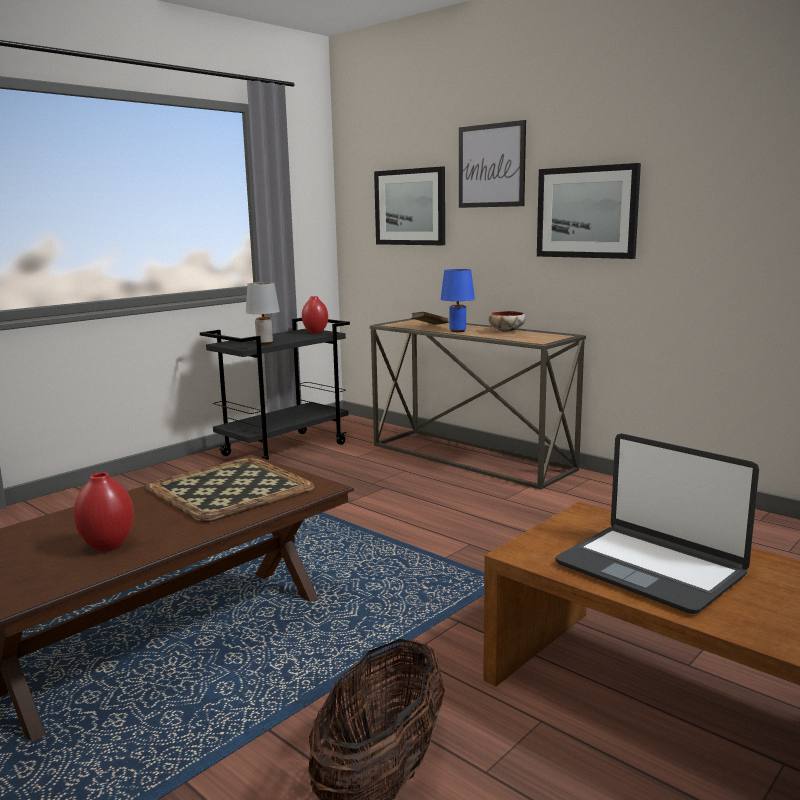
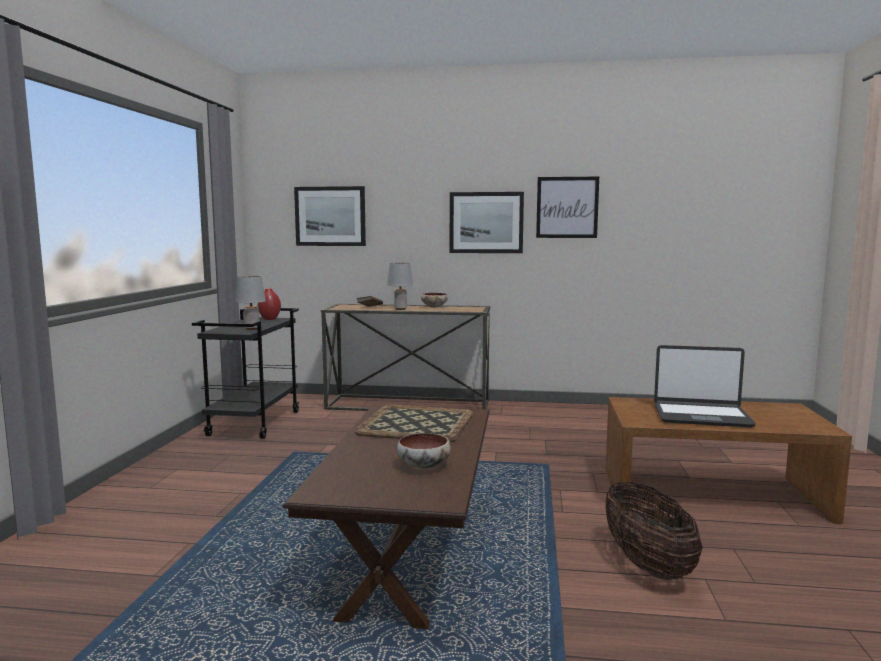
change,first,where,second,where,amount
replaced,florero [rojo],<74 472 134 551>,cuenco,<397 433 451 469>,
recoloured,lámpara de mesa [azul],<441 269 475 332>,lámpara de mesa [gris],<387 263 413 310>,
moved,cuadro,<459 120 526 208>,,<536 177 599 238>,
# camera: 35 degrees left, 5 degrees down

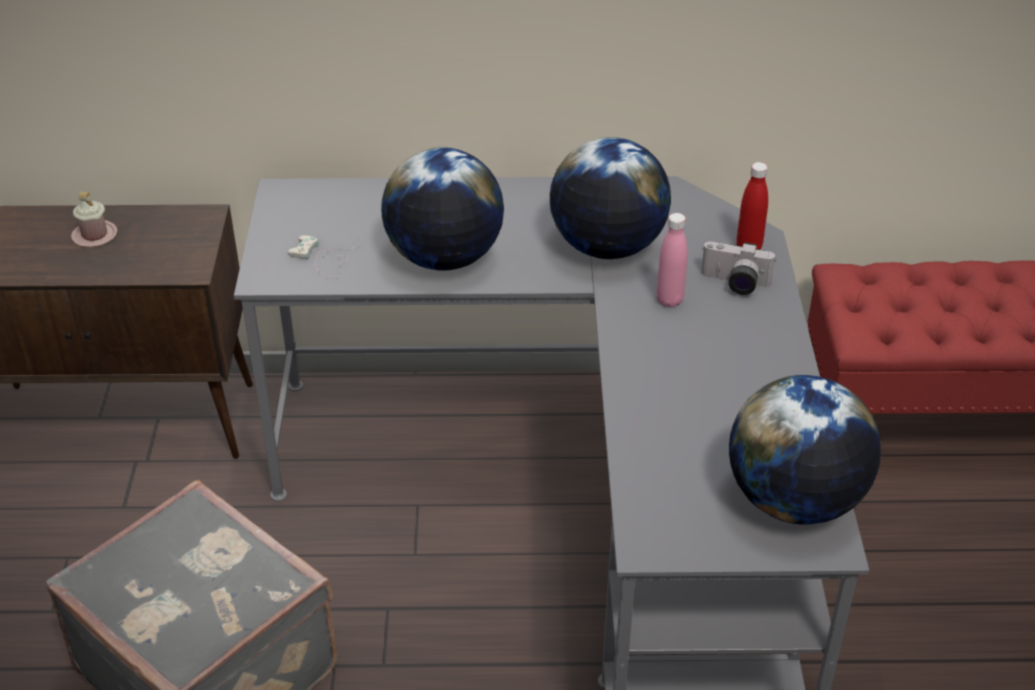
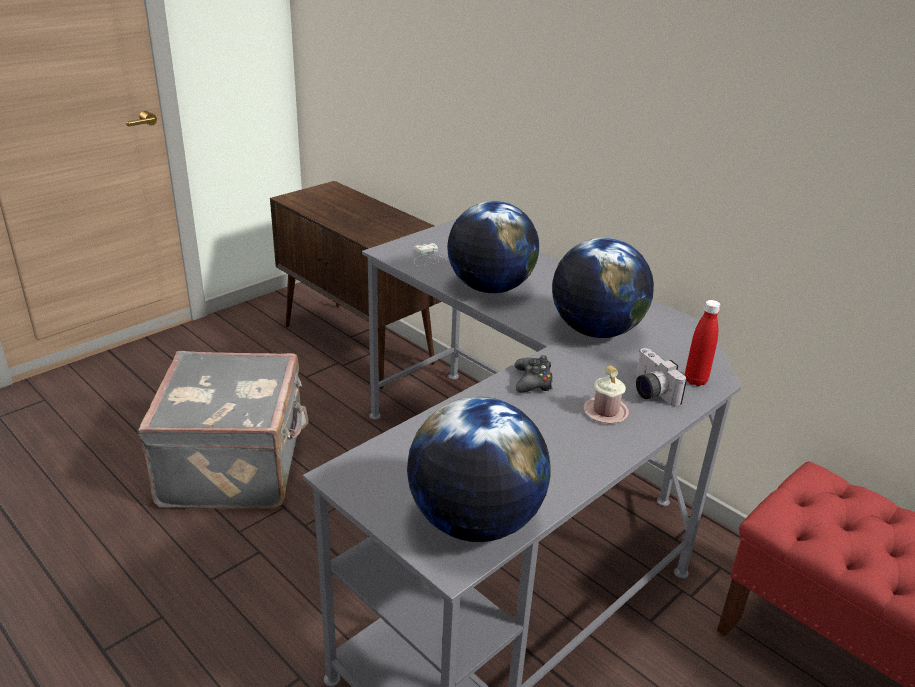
change,first,where,second,where,amount
moved,taza grande [rosa],<71 192 117 247>,,<583 366 629 423>,
removed,botella [rosa],<656 213 688 308>,,,
added,,,mando de consola [negro],<514 355 553 392>,
# camera: 45 degrees right, 10 degrees down

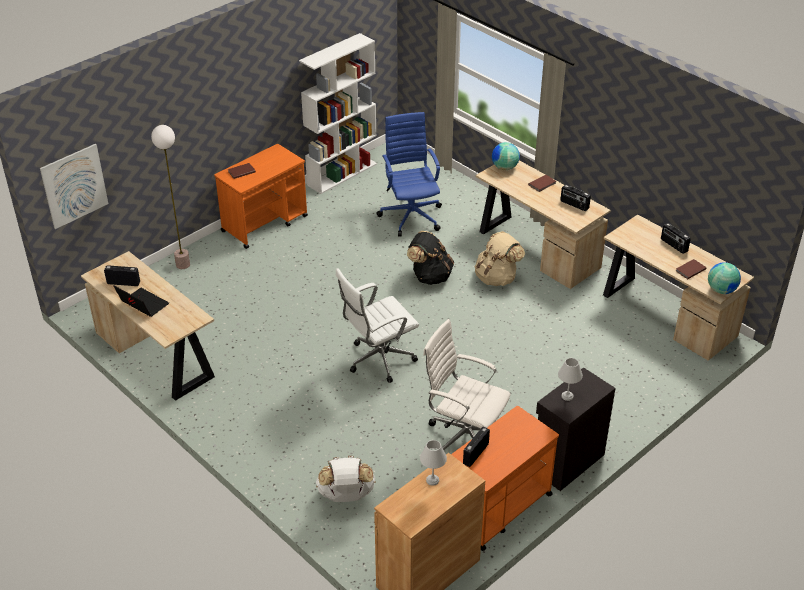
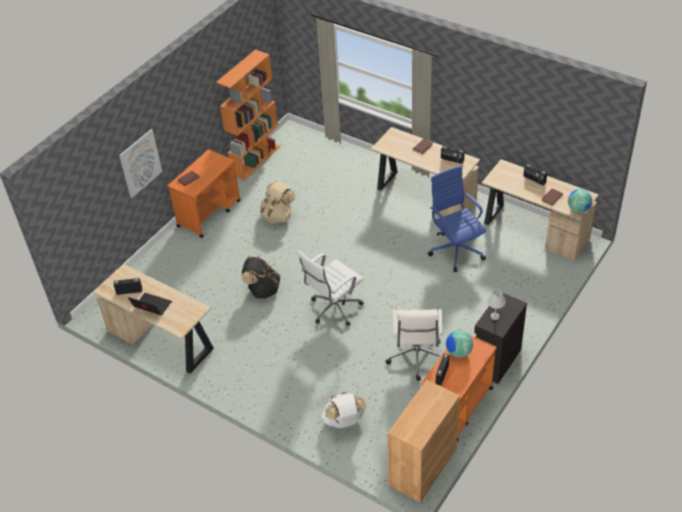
change,first,where,second,where,amount
moved,cuadro,<40 144 108 229>,,<119 129 162 198>,
removed,lámpara de pie,<151 125 190 269>,,,
recoloured,estantería [blanco],<299 33 377 194>,estantería [naranja],<216 49 280 180>,
moved,silla de oficina [azul],<376 112 442 237>,,<428 166 486 272>,
moved,mochila [negro],<407 231 454 285>,,<242 255 280 299>,
removed,lámpara de mesa [blanco],<420 440 447 486>,,,
turned,silla de oficina [blanco],<423 319 511 450>,,<386 309 442 381>,105 degrees counterclockwise
moved,mochila [beis],<475 231 525 286>,,<260 181 295 224>,
moved,globo terráqueo,<492 142 520 170>,,<446 330 473 358>,
# camera: 10 degrees left, 5 degrees up

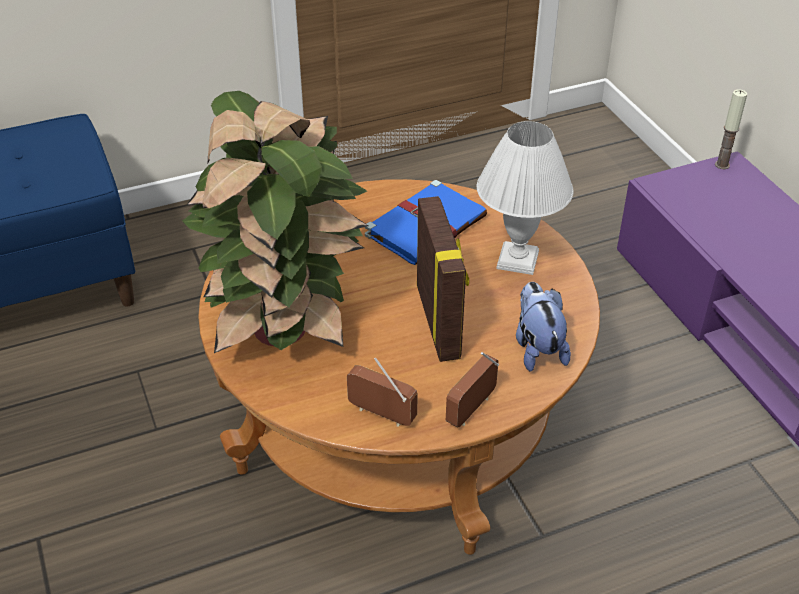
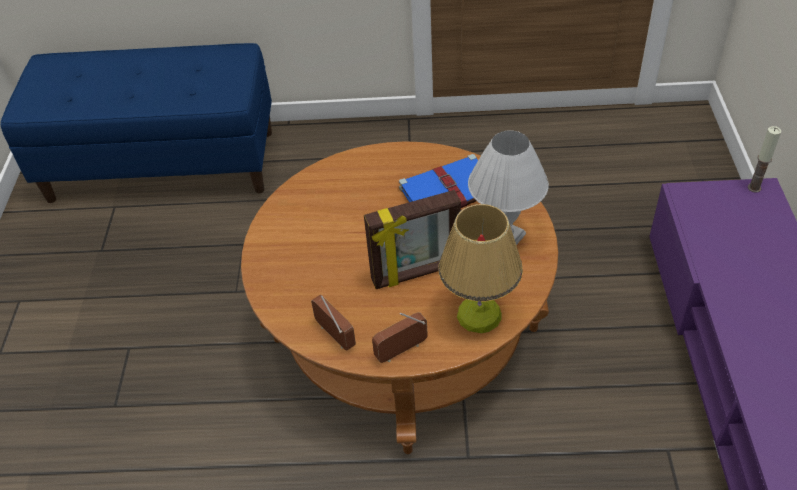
change,first,where,second,where,amount
removed,planta en maceta,<182 91 368 353>,,,
turned,portarretratos,<417 196 469 362>,,<364 190 461 289>,60 degrees clockwise
replaced,peluche,<516 282 571 372>,lámpara de mesa,<438 204 523 333>,
# camera: 25 degrees right, 5 degrees up

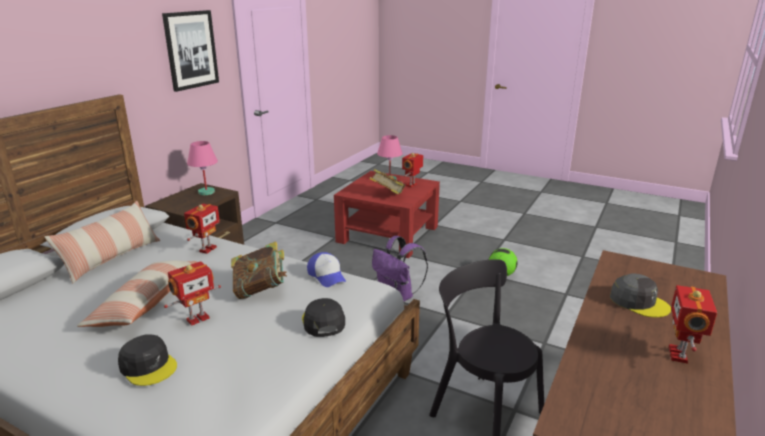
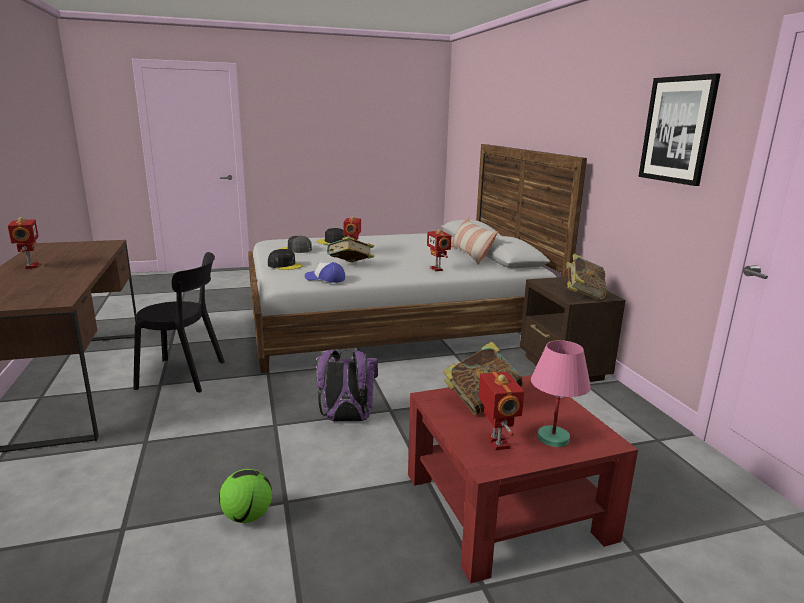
change,first,where,second,where,amount
removed,cojín,<77 260 197 327>,,,
replaced,lámpara de mesa [rosa],<187 141 218 195>,libro,<566 254 608 300>,
moved,gorra [gris],<610 274 671 317>,,<280 236 312 253>,
# camera: 135 degrees right, 5 degrees down

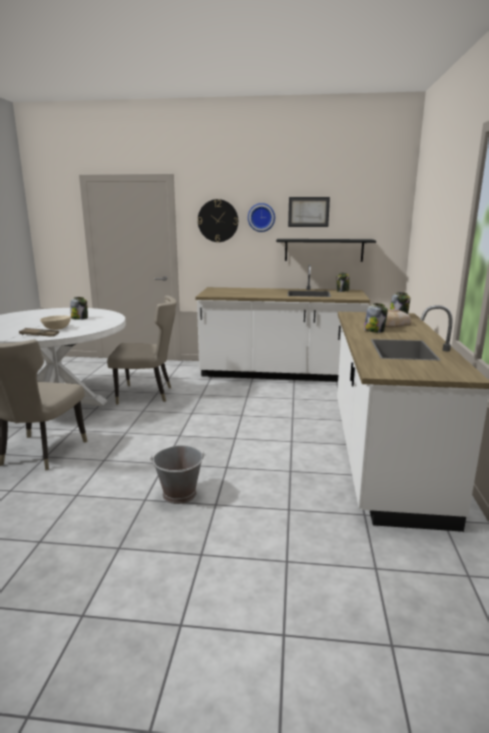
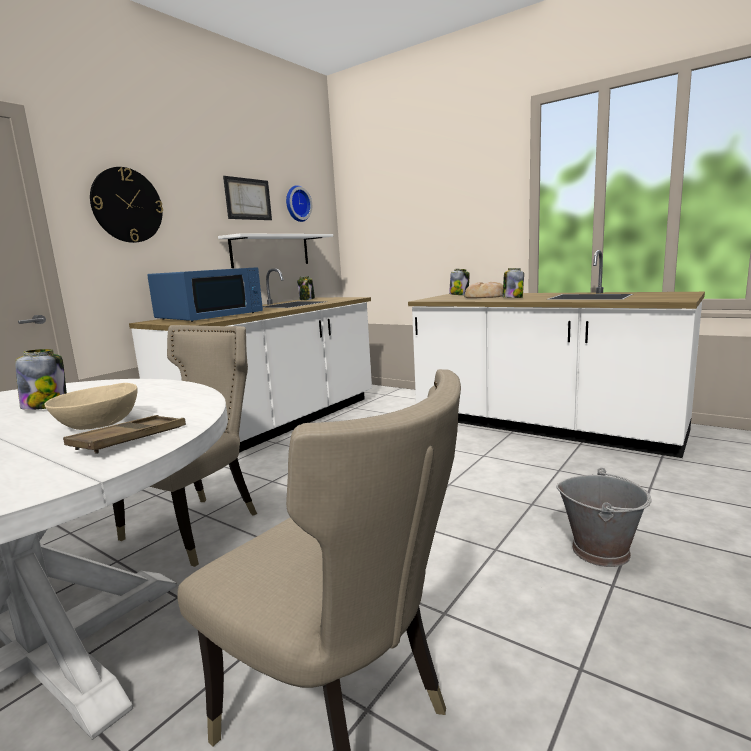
change,first,where,second,where,amount
moved,reloj de pared,<248 203 275 232>,,<286 185 312 222>,
recoloured,estante [negro],<276 239 376 262>,estante [blanco],<218 233 333 268>,
added,,,microondas [azul],<147 267 263 322>,
# camera: 60 degrees left, 5 degrees down

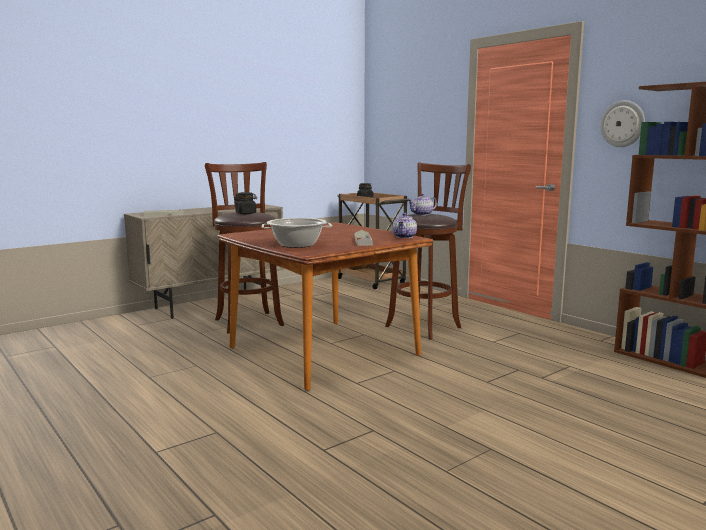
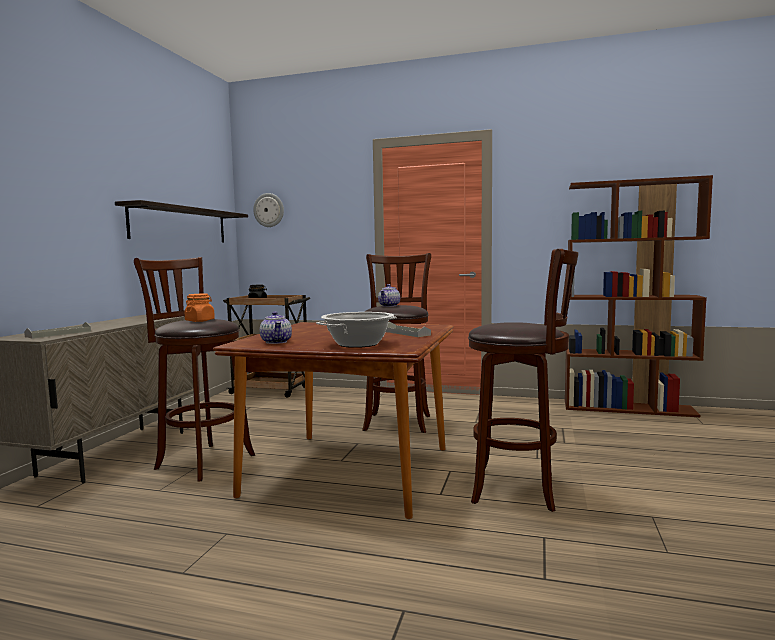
change,first,where,second,where,amount
recoloured,tarro [negro],<234 192 257 214>,tarro [naranja],<184 294 215 322>,
moved,tetera,<392 213 417 238>,,<260 311 292 344>,
moved,reloj de pared,<600 100 645 147>,,<253 193 284 227>,
added,,,estante,<115 200 248 242>,
added,,,taburete [marrón],<468 249 579 512>,
# camera: 35 degrees left, 5 degrees down

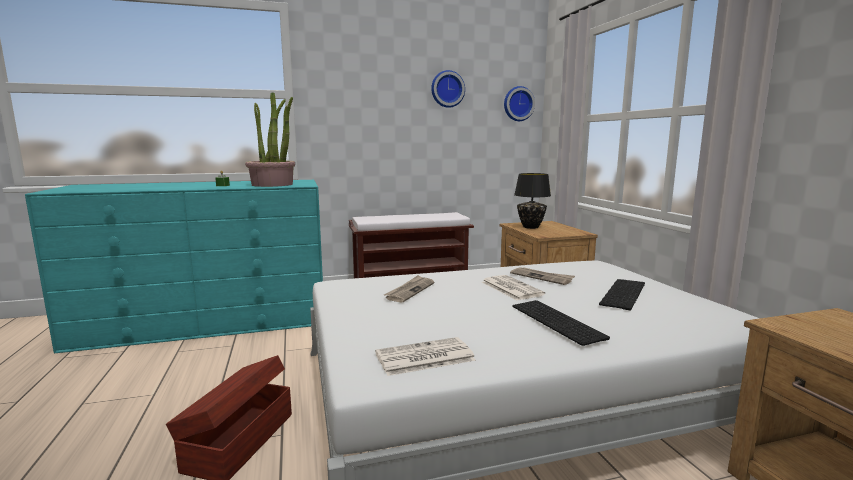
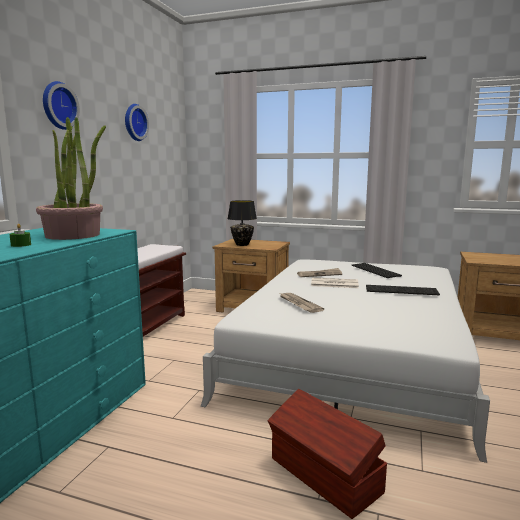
change,first,where,second,where,amount
removed,periódico,<375 337 476 376>,,,
moved,reloj de pared,<504 86 535 121>,,<43 81 80 130>,
# camera: 55 degrees left, 0 degrees up

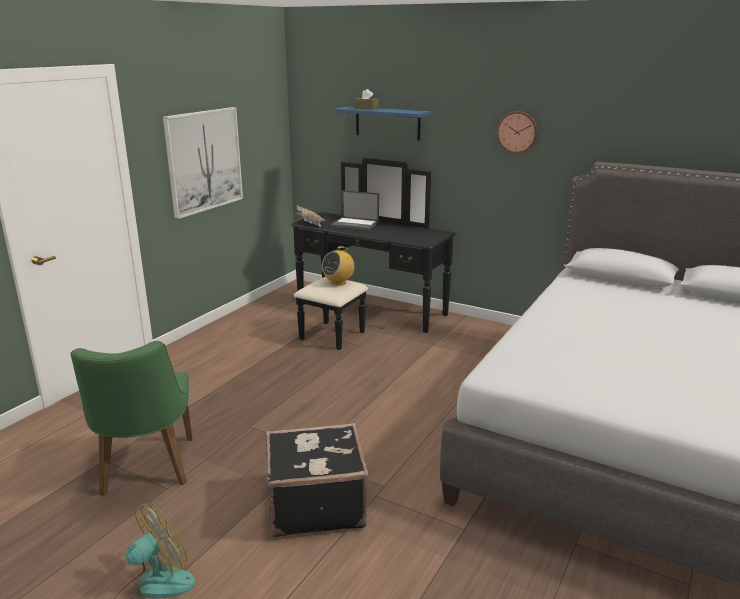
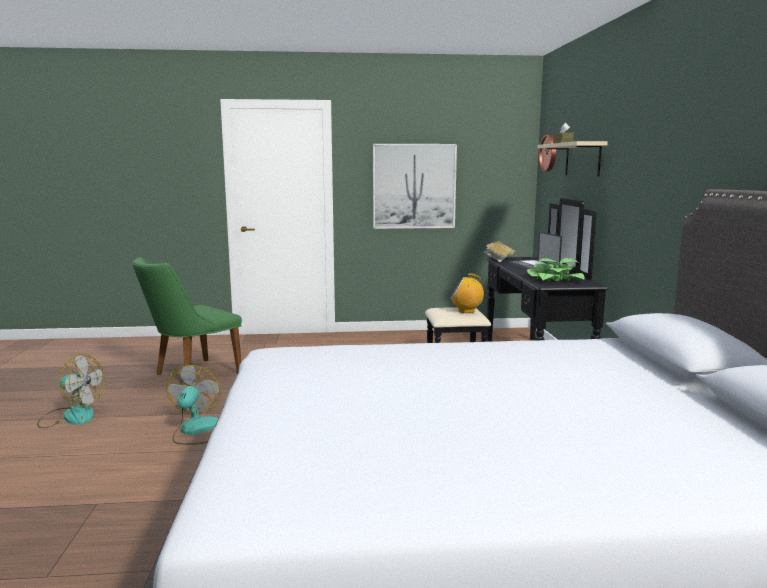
change,first,where,second,where,amount
replaced,maleta [negro],<266 423 368 538>,ventilador,<166 365 221 445>,
recoloured,estante [azul],<334 106 431 141>,estante [beis],<538 141 608 177>,
moved,reloj de pared,<497 111 538 154>,,<539 135 556 172>,
added,,,planta en maceta,<527 258 584 281>,
# camera: 55 degrees right, 10 degrees down

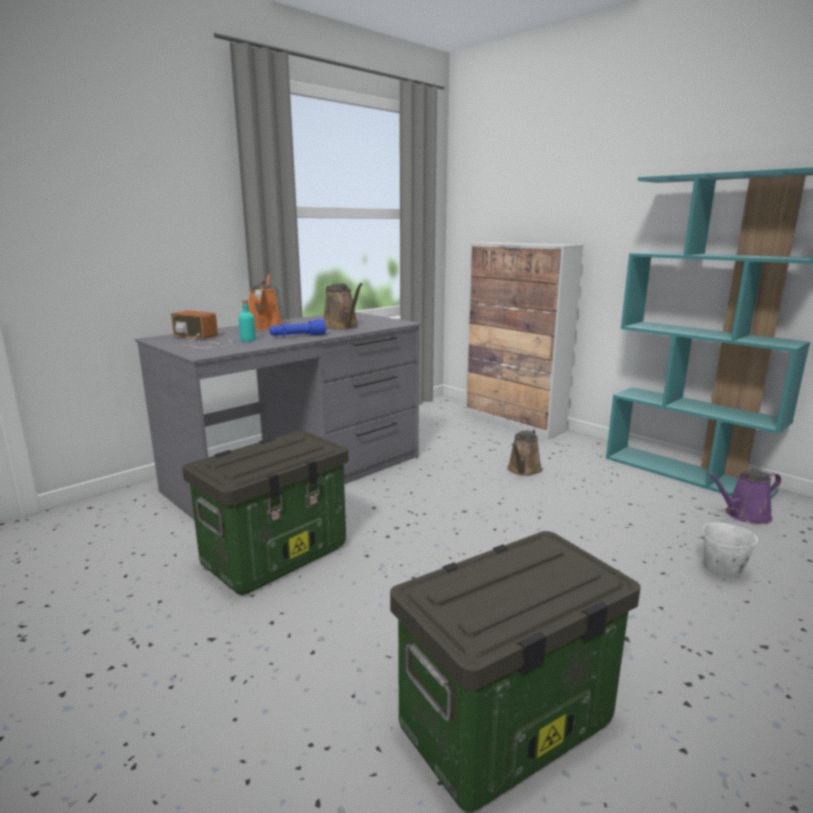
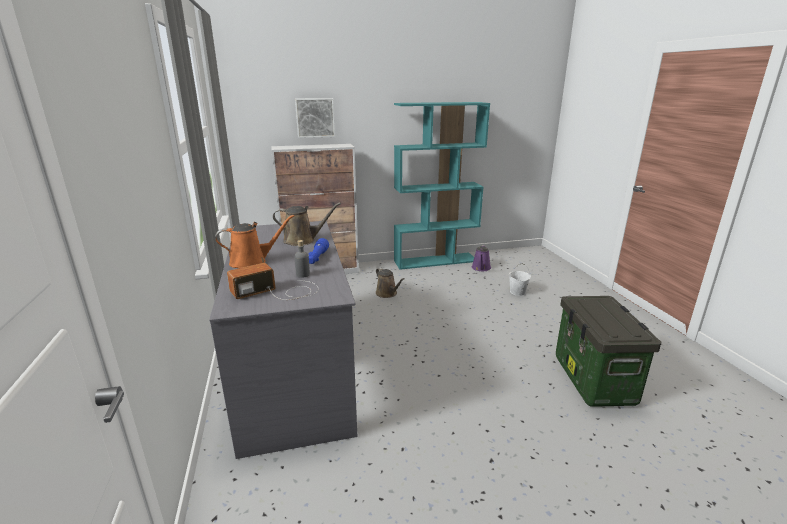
change,first,where,second,where,amount
removed,caja de almacenaje,<182 431 348 595>,,,
recoloured,botella [turquesa],<239 299 256 341>,botella [gris],<294 240 310 278>,
turned,regadera [naranja],<249 274 282 330>,,<215 215 294 268>,135 degrees clockwise
added,,,cuadro,<295 98 335 138>,
# camera: 60 degrees left, 5 degrees up

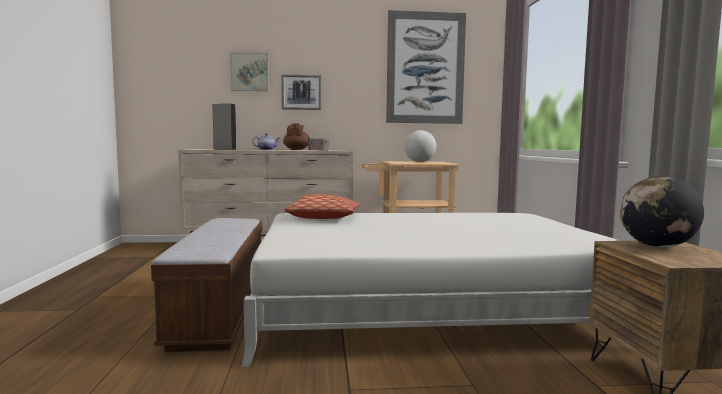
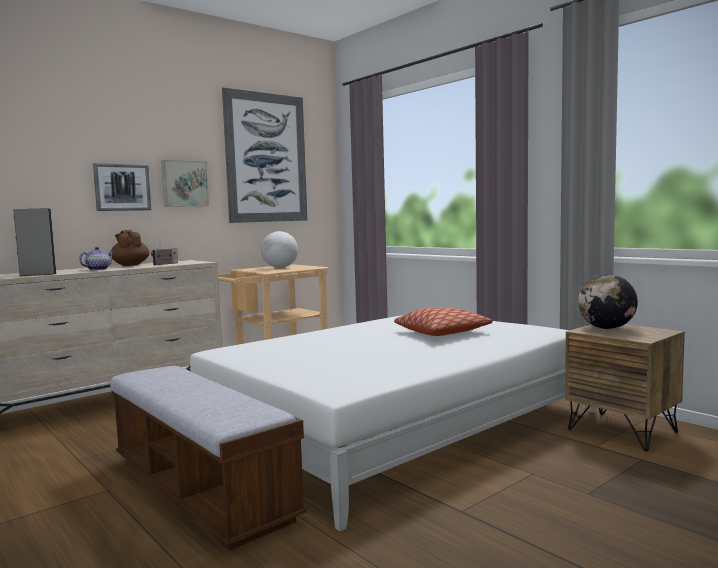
change,first,where,second,where,amount
moved,cuadro,<230 52 269 91>,,<161 160 209 207>,
moved,cojín,<285 194 360 219>,,<394 307 493 336>,
# camera: 35 degrees left, 0 degrees up

